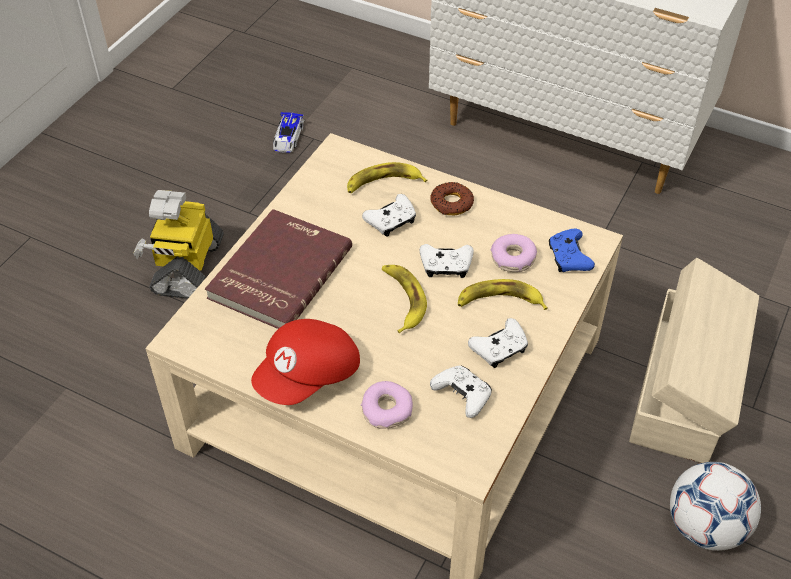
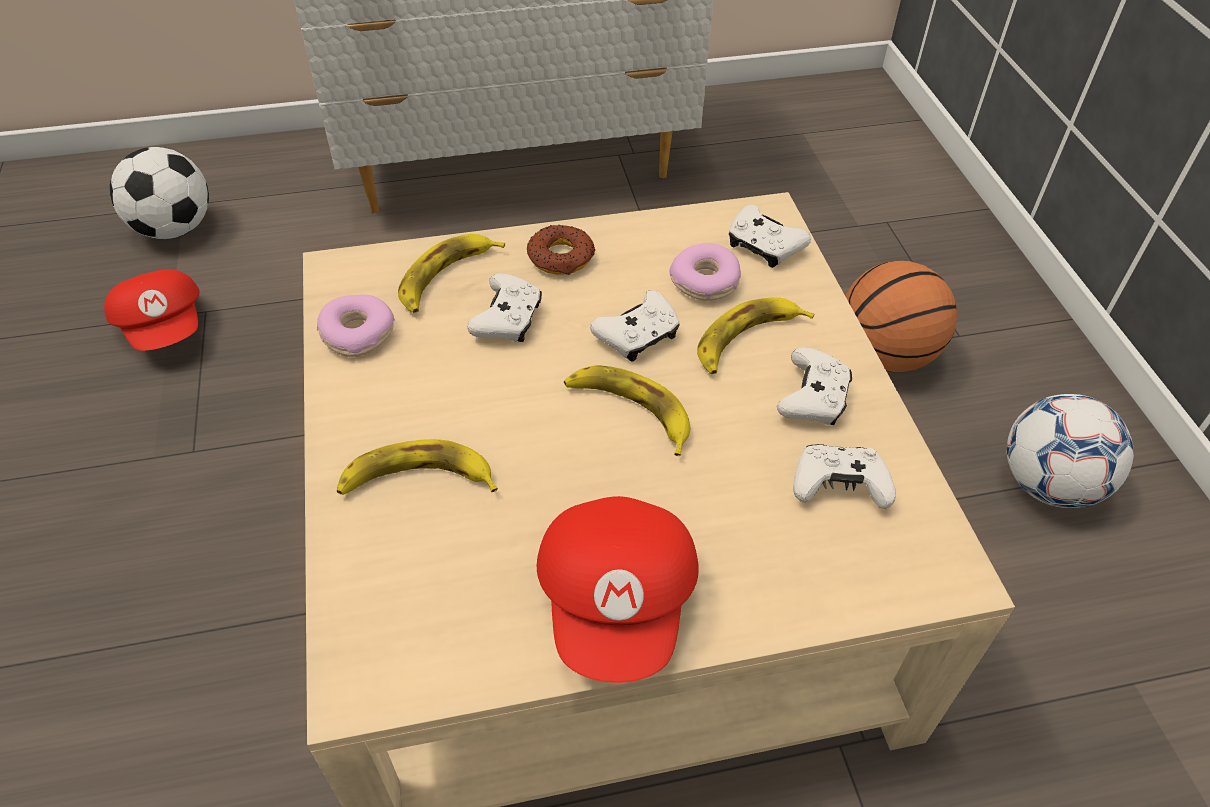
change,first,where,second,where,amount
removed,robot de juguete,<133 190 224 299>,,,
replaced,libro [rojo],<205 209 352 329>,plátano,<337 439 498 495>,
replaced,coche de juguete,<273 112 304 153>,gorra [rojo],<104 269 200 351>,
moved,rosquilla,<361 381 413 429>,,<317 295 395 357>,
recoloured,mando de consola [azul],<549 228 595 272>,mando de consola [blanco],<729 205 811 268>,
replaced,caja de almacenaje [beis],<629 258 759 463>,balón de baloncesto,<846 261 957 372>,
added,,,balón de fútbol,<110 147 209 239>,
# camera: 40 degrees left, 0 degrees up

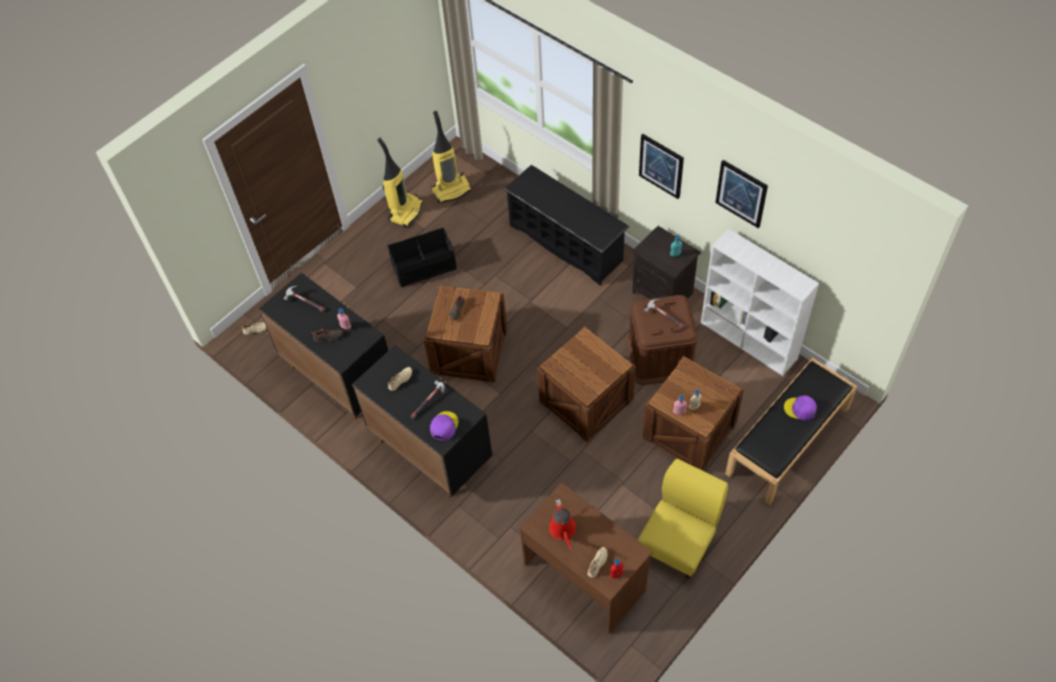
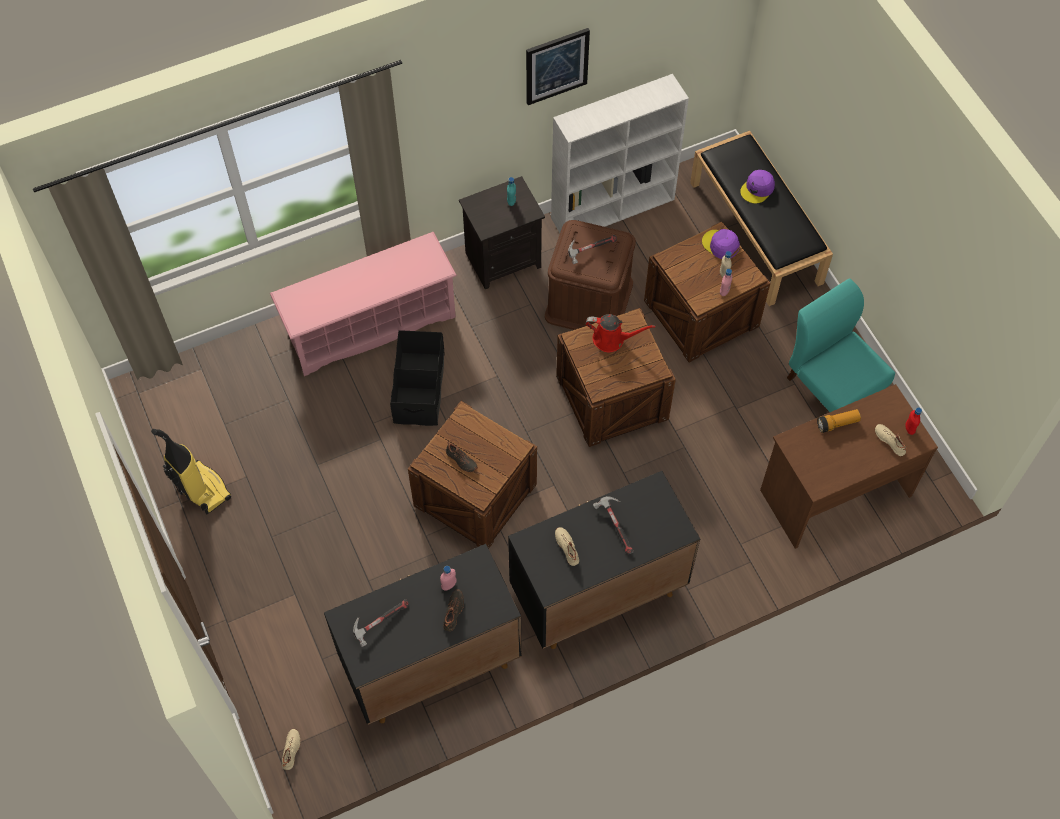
change,first,where,second,where,amount
moved,caja de almacenaje [negro],<387 227 457 287>,,<390 330 445 426>,
moved,gorra [morado],<430 411 459 441>,,<702 229 740 259>,
removed,aspiradora,<431 111 472 203>,,,
recoloured,zapatero [negro],<504 165 630 285>,zapatero [rosa],<270 232 457 376>,
moved,regadera [rojo],<549 499 576 550>,,<585 314 655 352>,
recoloured,silla [amarillo],<638 459 728 579>,silla [turquesa],<787 279 895 412>,
removed,cuadro,<639 134 684 199>,,,
added,,,linterna,<817 409 861 433>,
# camera: 70 degrees left, 5 degrees up

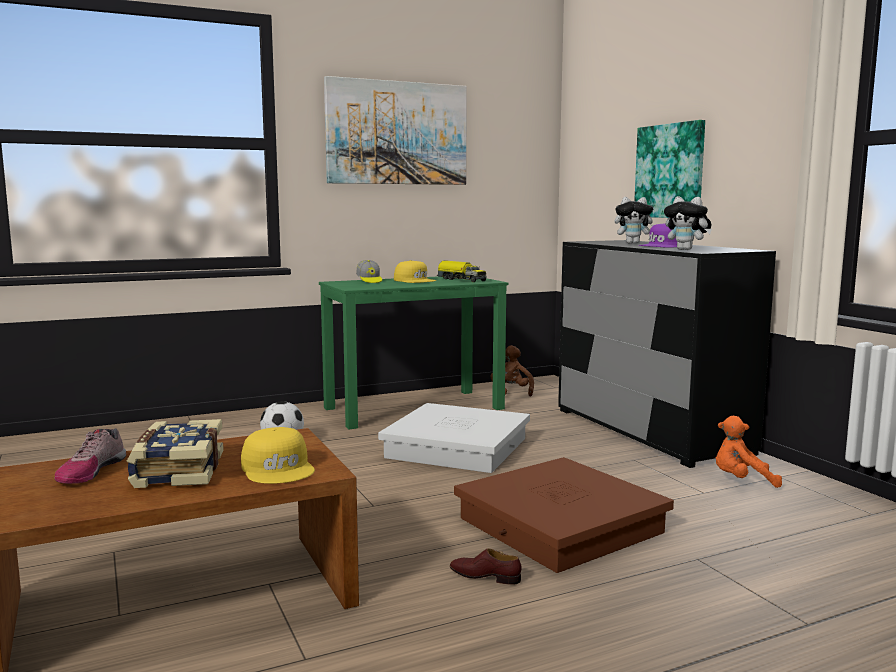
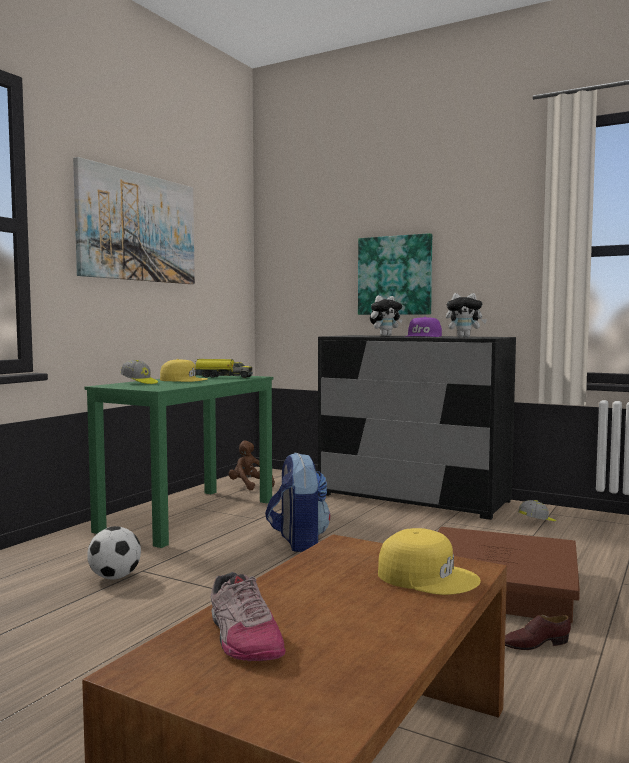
change,first,where,second,where,amount
removed,libro,<127 419 224 488>,,,
replaced,caja de almacenaje [blanco],<378 403 530 473>,mochila,<265 452 330 552>,
replaced,peluche [naranja],<716 416 782 488>,gorra,<518 500 556 521>,
# camera: 35 degrees left, 5 degrees down

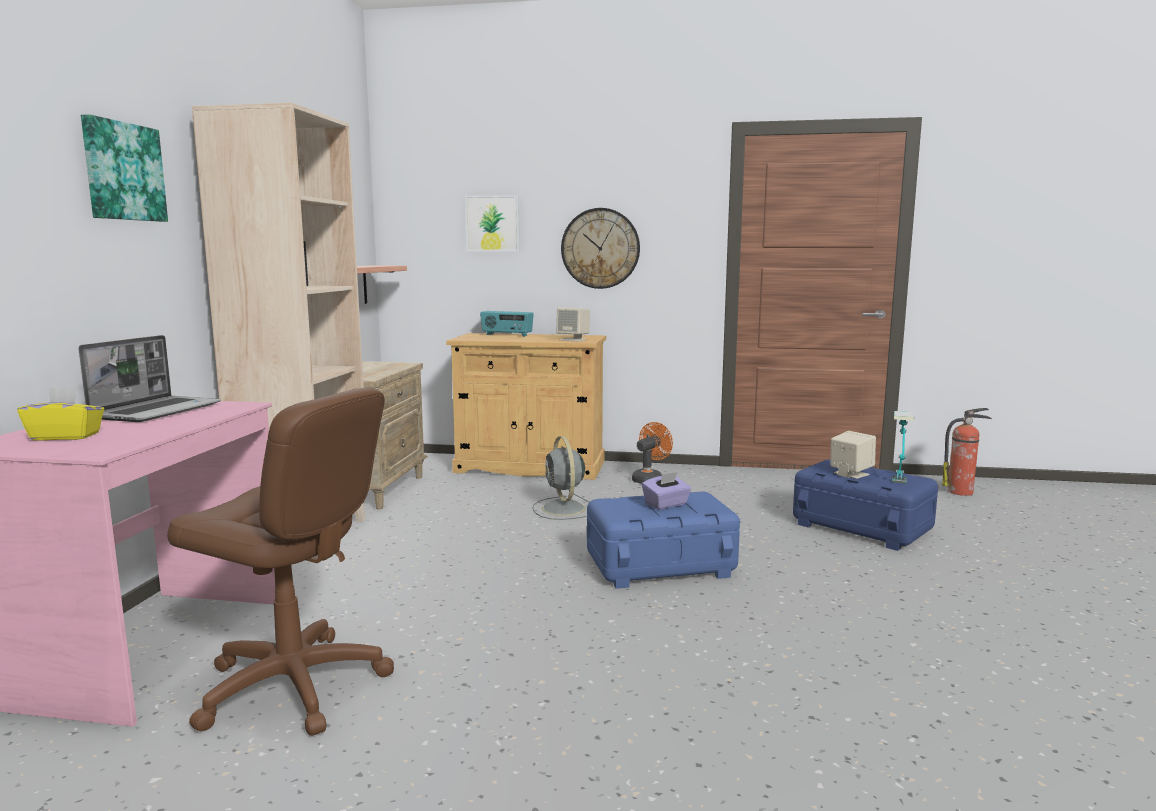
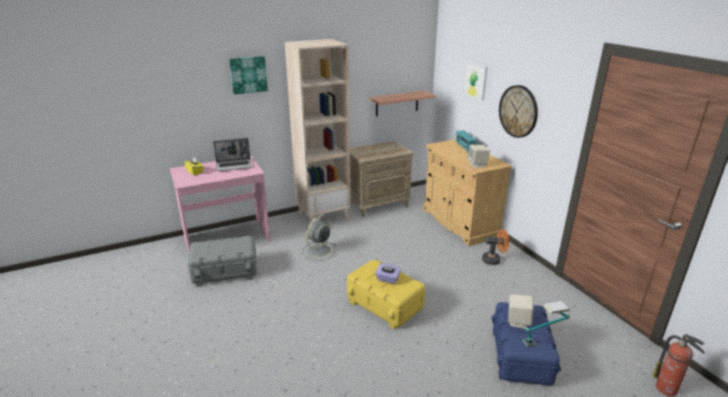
change,first,where,second,where,amount
replaced,silla de oficina [marrón],<167 388 394 736>,caja de almacenaje [gris],<188 236 257 287>,
moved,ventilador [gris],<532 436 589 520>,,<302 215 336 261>,
recoloured,caja de almacenaje [azul],<587 491 740 589>,caja de almacenaje [amarillo],<347 260 425 329>,
# camera: 55 degrees right, 15 degrees up

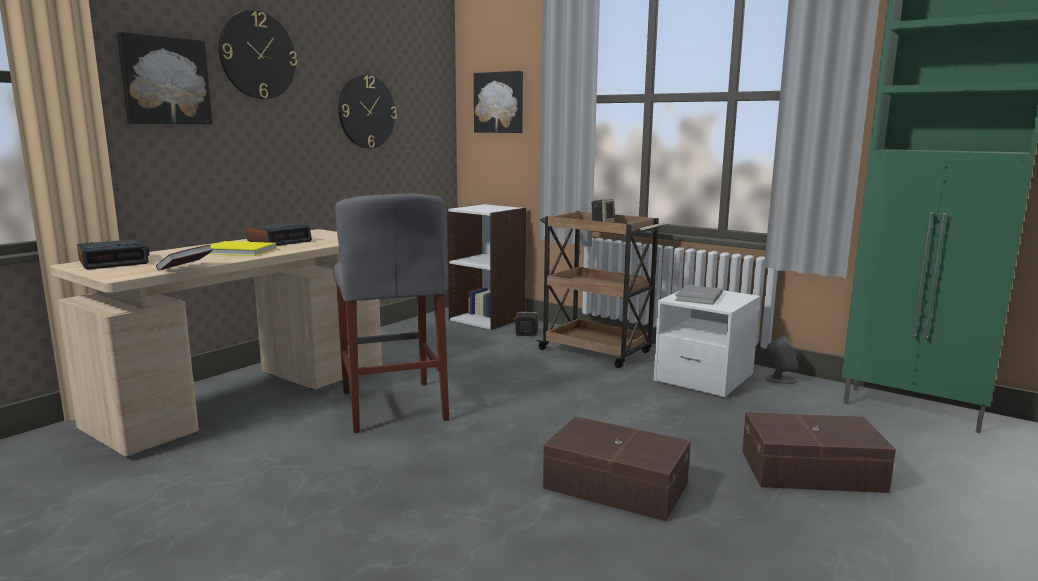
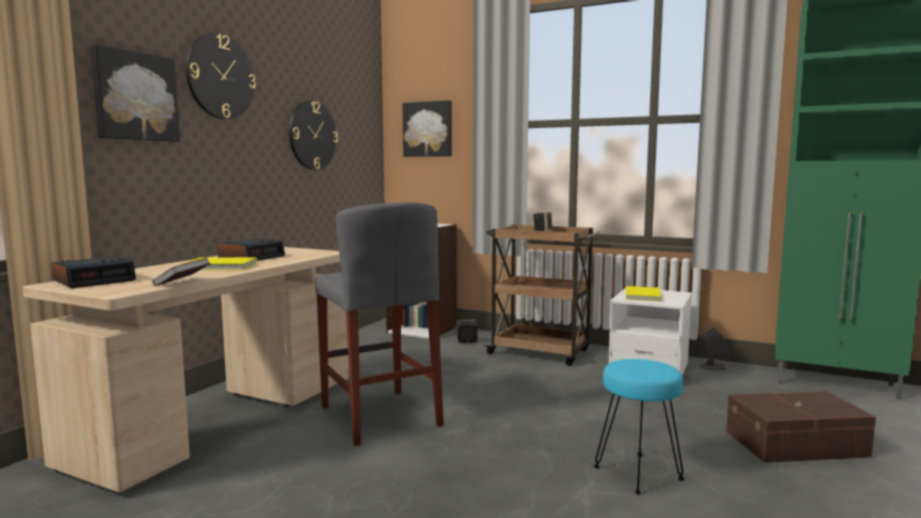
change,first,where,second,where,amount
replaced,caja de almacenaje [marrón],<543 416 691 521>,taburete [turquesa],<594 359 684 494>,
recoloured,libro [gris],<675 285 723 305>,libro [amarillo],<626 286 662 301>,
# camera: 10 degrees left, 5 degrees down

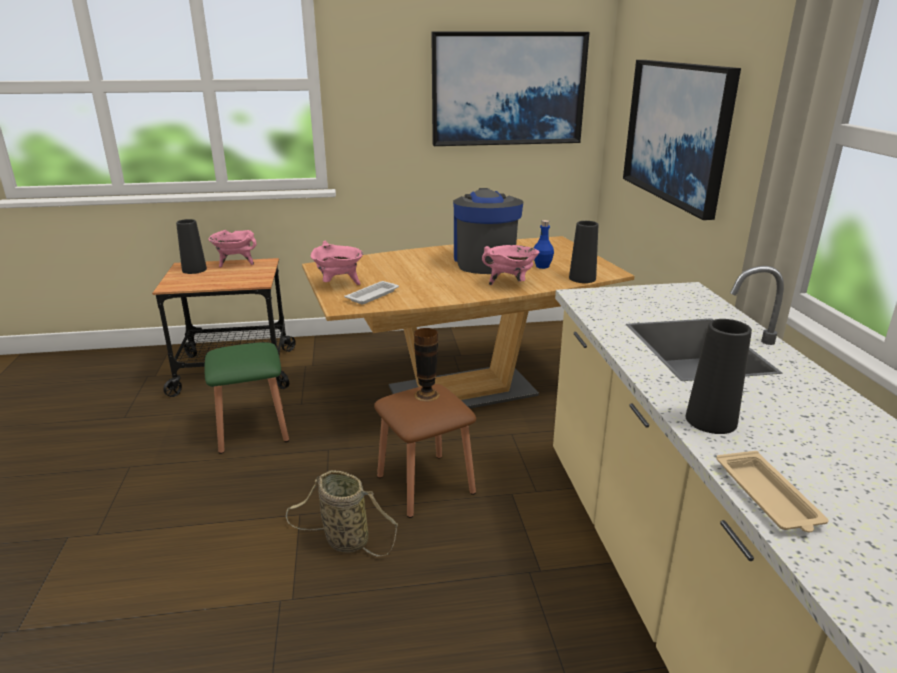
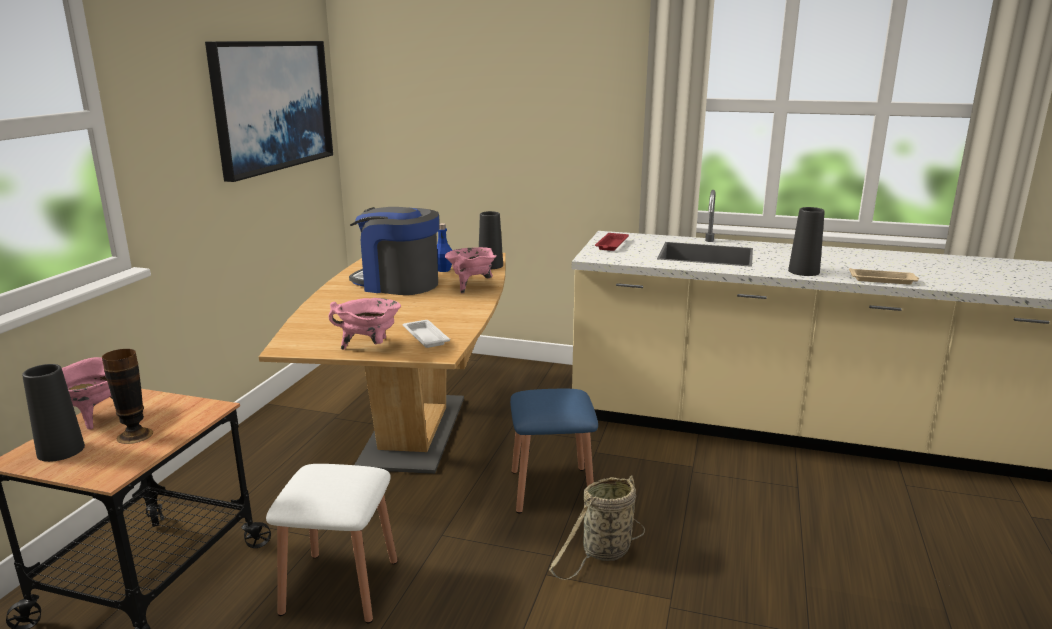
change,first,where,second,where,amount
recoloured,taburete [verde],<204 342 289 454>,taburete [blanco],<266 464 397 624>,
recoloured,taburete [marrón],<374 384 476 518>,taburete [azul],<510 389 598 513>,
moved,florero,<414 328 440 402>,,<102 349 153 444>,
removed,cuadro,<623 60 741 220>,,,
added,,,bandeja [rojo],<595 233 629 251>,
# camera: 65 degrees left, 5 degrees down

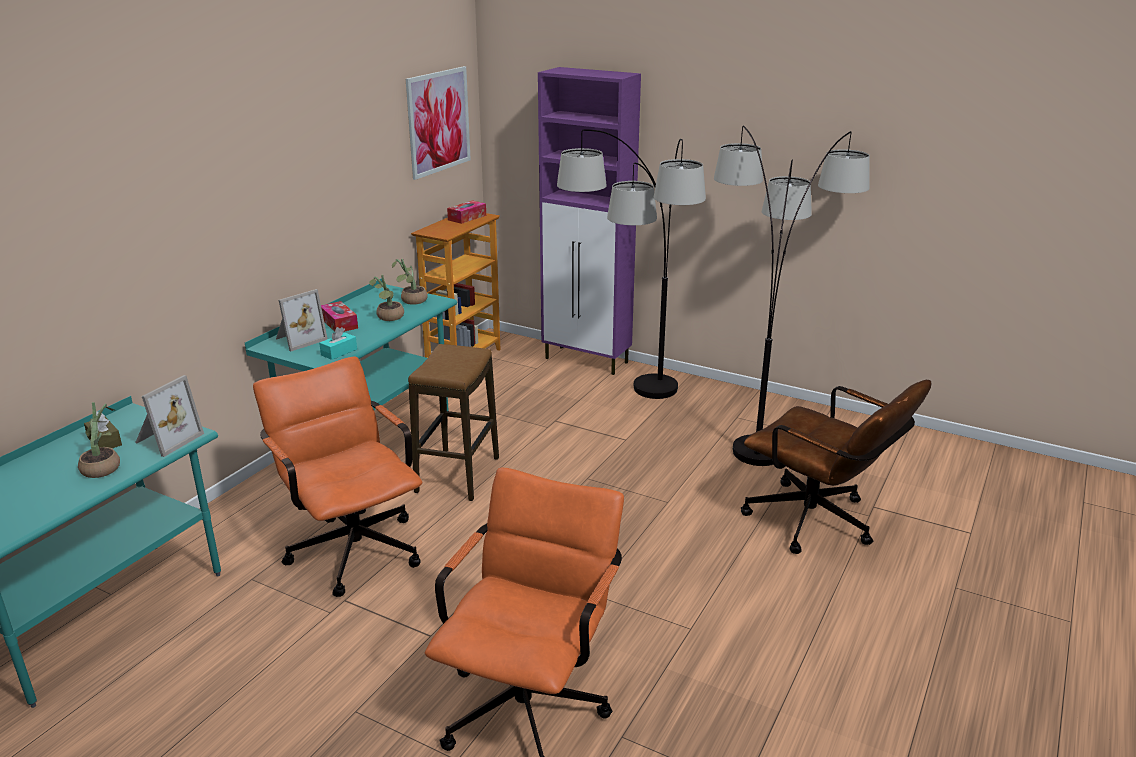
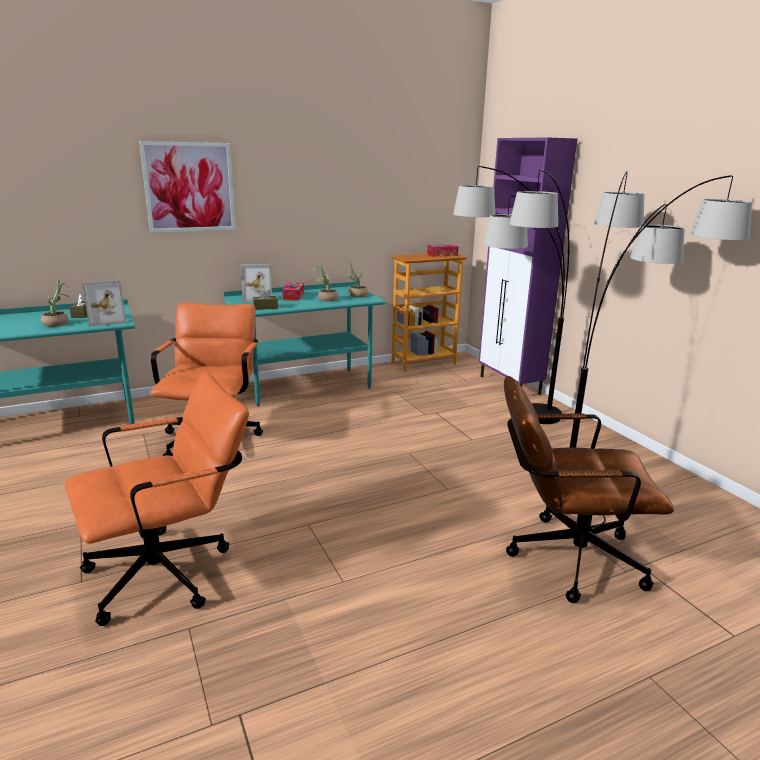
change,first,where,second,where,amount
recoloured,caja de pañuelos [turquesa],<319 327 357 360>,caja de pañuelos [marrón],<253 288 278 310>,
moved,cuadro,<406 66 471 180>,,<139 141 236 233>,
removed,taburete,<408 344 499 501>,,,
turned,silla de oficina [marrón],<741 380 932 554>,,<504 376 674 603>,105 degrees clockwise
# camera: 35 degrees right, 5 degrees down

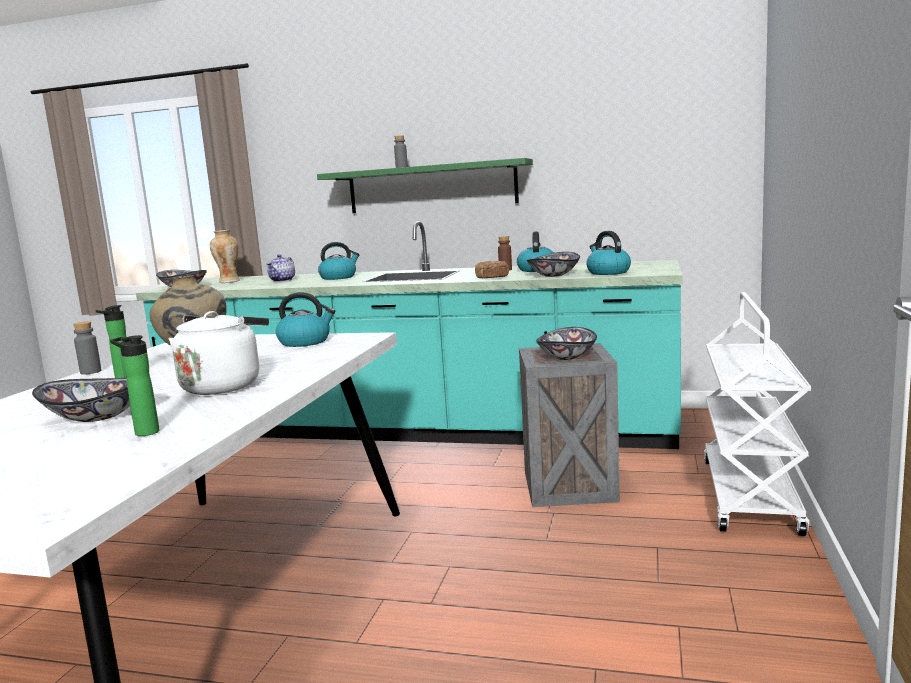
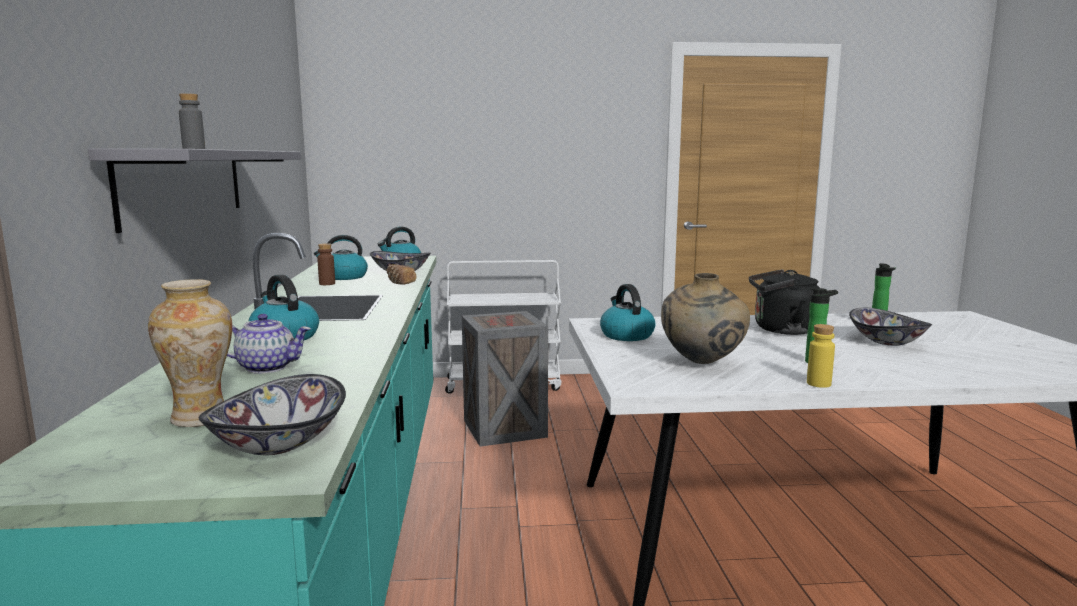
change,first,where,second,where,amount
recoloured,botella [gris],<73 321 101 375>,botella [amarillo],<807 324 835 388>,
recoloured,hervidor [blanco],<169 311 269 395>,hervidor [negro],<749 269 820 335>,
recoloured,estante [verde],<317 158 533 213>,estante [gris],<88 149 301 233>,
removed,cuenco,<536 327 597 360>,,,
# camera: 110 degrees left, 0 degrees up

